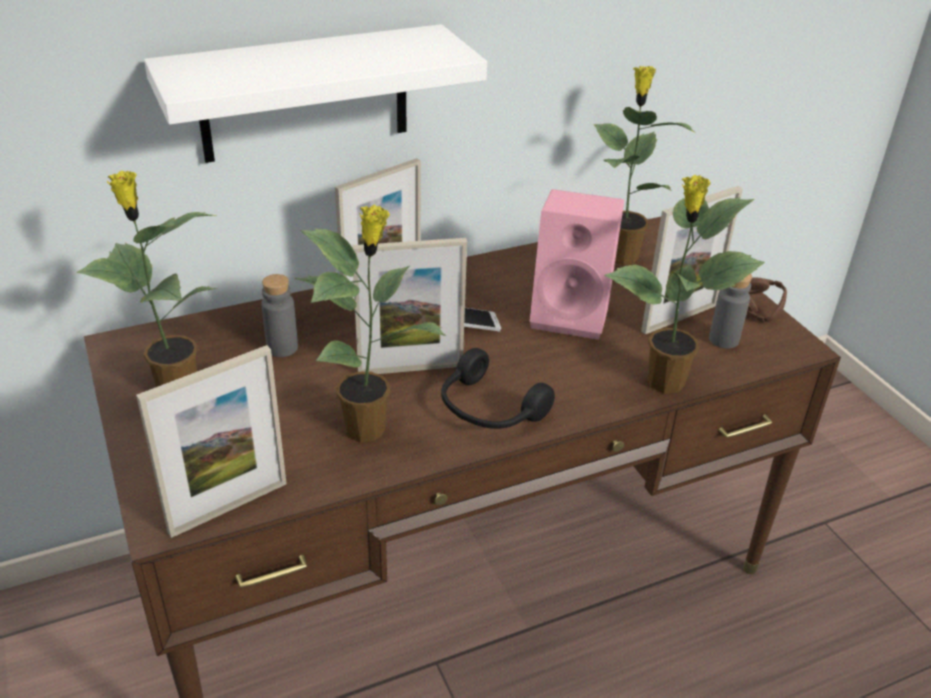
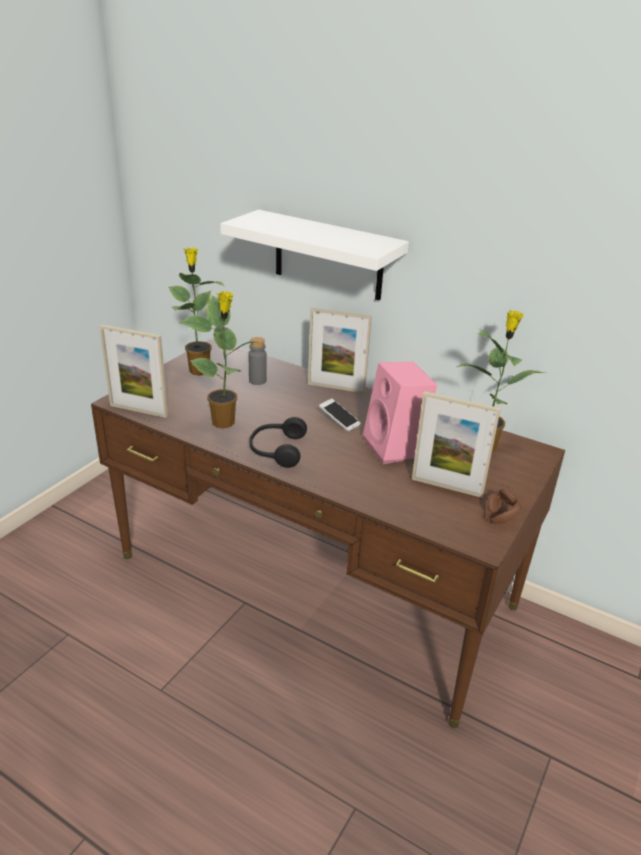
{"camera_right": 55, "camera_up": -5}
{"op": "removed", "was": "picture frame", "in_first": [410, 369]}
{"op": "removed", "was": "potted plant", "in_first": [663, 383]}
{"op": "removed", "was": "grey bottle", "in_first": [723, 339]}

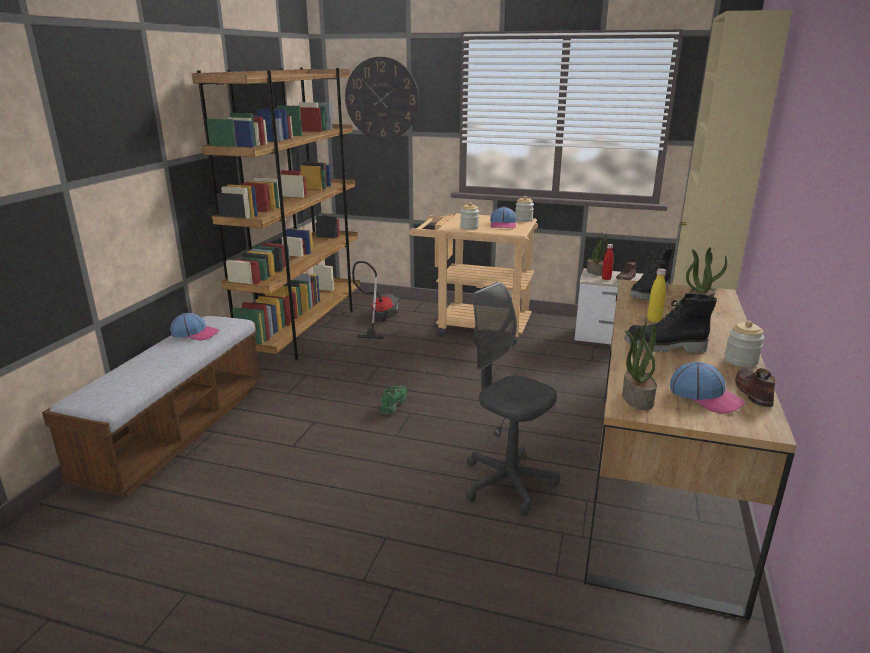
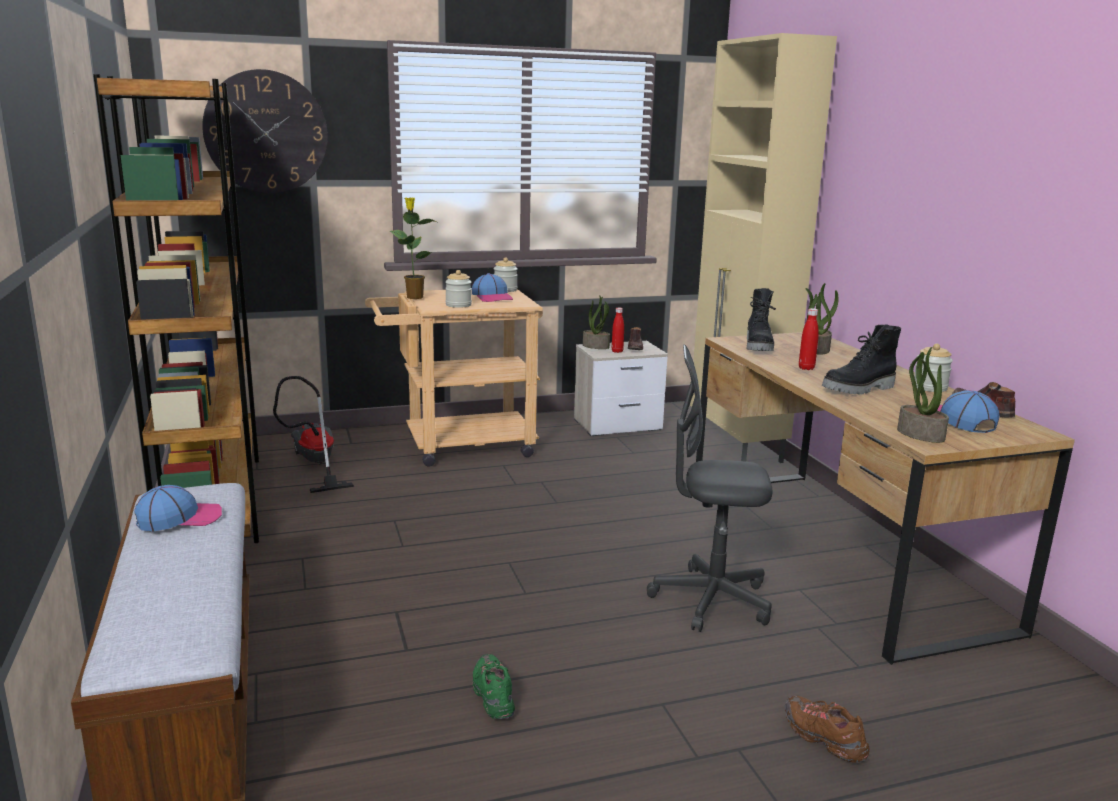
{"camera_right": -35, "camera_up": -5}
{"op": "moved", "was": "green shoe", "in_first": [393, 405], "in_second": [493, 695]}
{"op": "recoloured", "was": "yellow bottle", "now": "red bottle", "in_first": [654, 320], "in_second": [806, 368]}
{"op": "turned", "was": "cap", "in_first": [705, 396], "in_second": [960, 420], "clockwise": -120}
{"op": "added", "now": "potted plant", "in_second": [414, 297]}
{"op": "added", "now": "brown shoe", "in_second": [823, 738]}

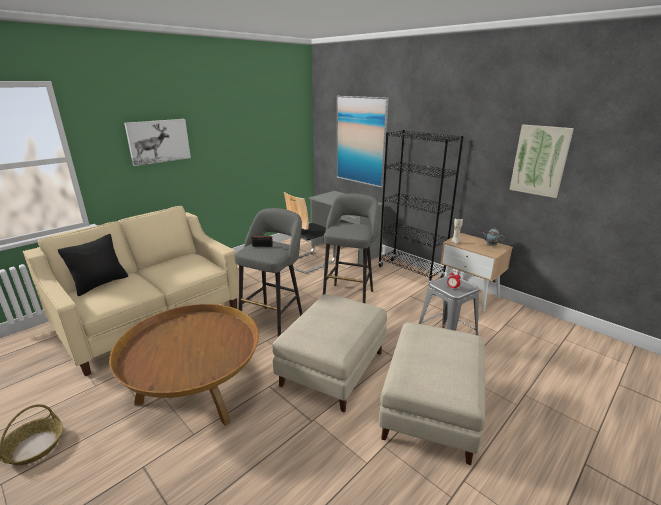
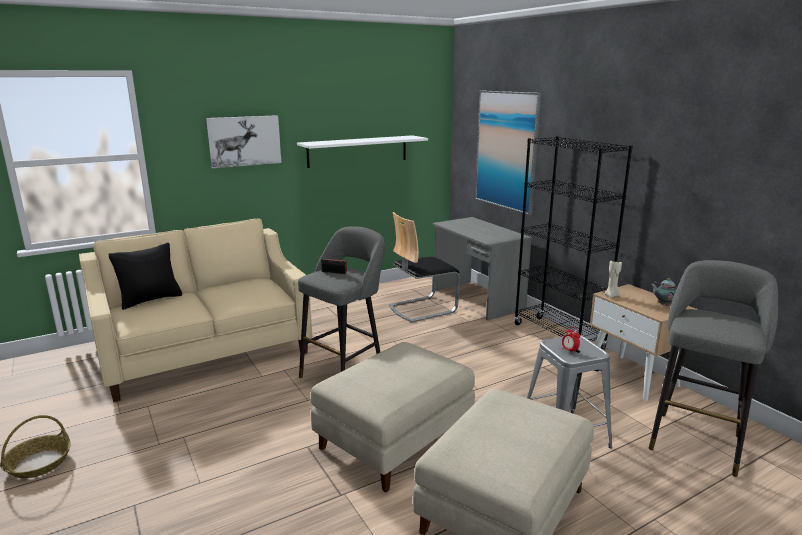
{"camera_right": 15, "camera_up": -5}
{"op": "removed", "was": "brown coffee table", "in_first": [197, 391]}
{"op": "moved", "was": "grey stool", "in_first": [349, 295], "in_second": [696, 439]}
{"op": "removed", "was": "picture", "in_first": [540, 160]}
{"op": "added", "now": "white shelf", "in_second": [358, 151]}

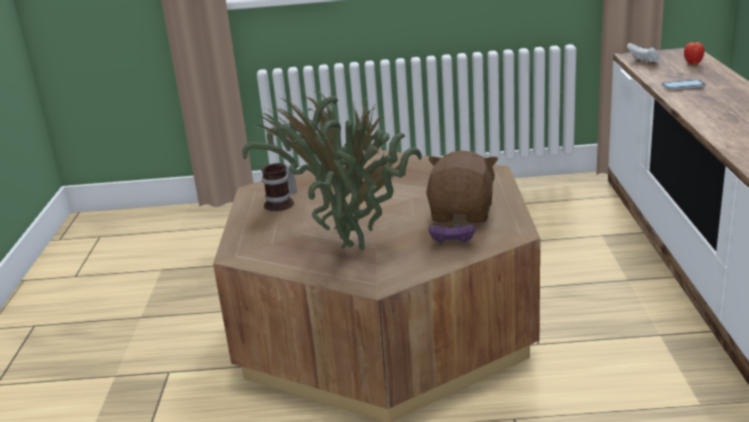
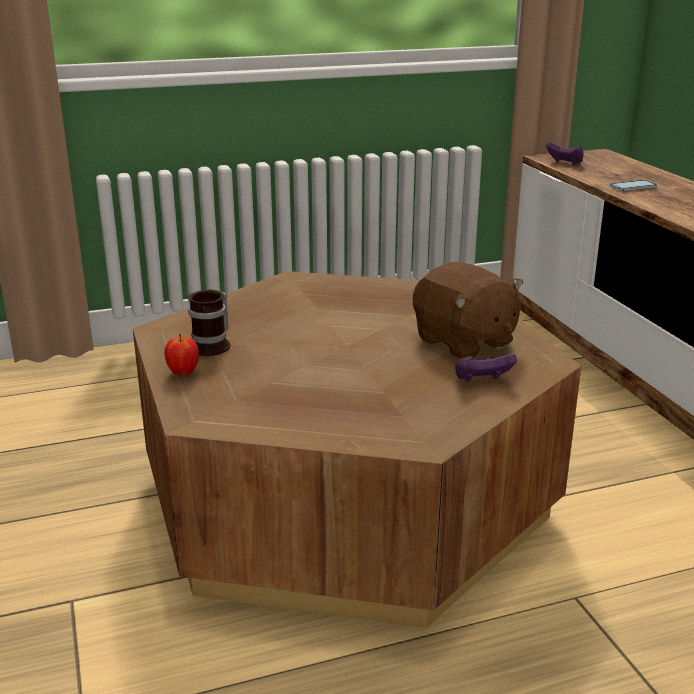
{"camera_right": -20, "camera_up": 0}
{"op": "removed", "was": "potted plant", "in_first": [348, 243]}
{"op": "turned", "was": "brown plush toy", "in_first": [462, 213], "in_second": [464, 342], "clockwise": 150}
{"op": "recoloured", "was": "white game controller", "now": "purple game controller", "in_first": [643, 61], "in_second": [565, 163]}
{"op": "moved", "was": "apple", "in_first": [693, 63], "in_second": [183, 372]}

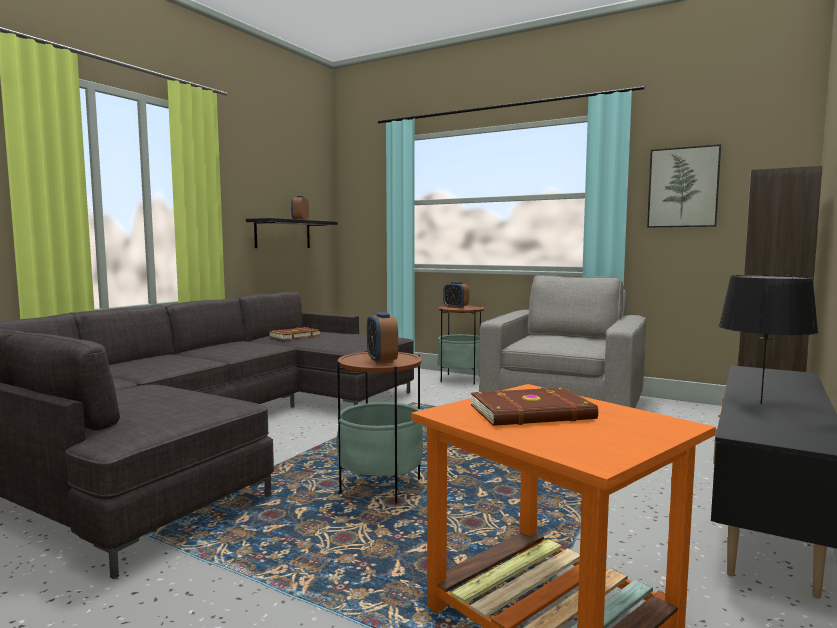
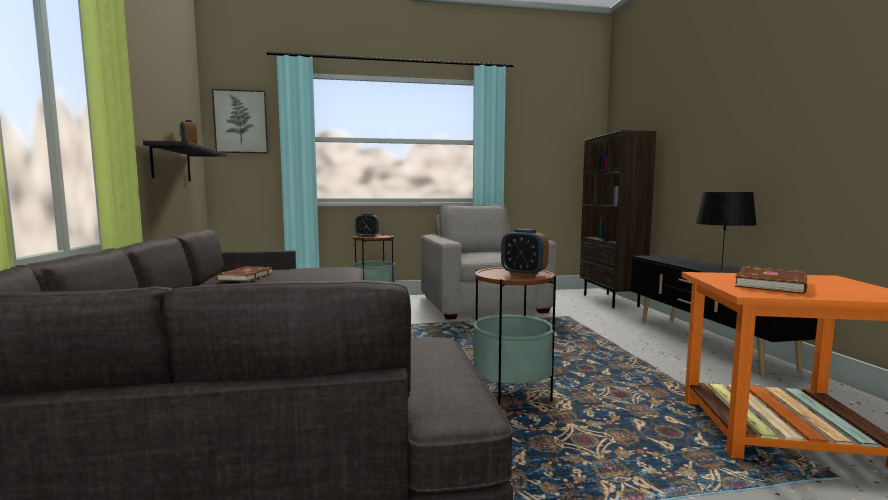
{"camera_right": -40, "camera_up": 0}
{"op": "moved", "was": "picture", "in_first": [683, 187], "in_second": [241, 122]}

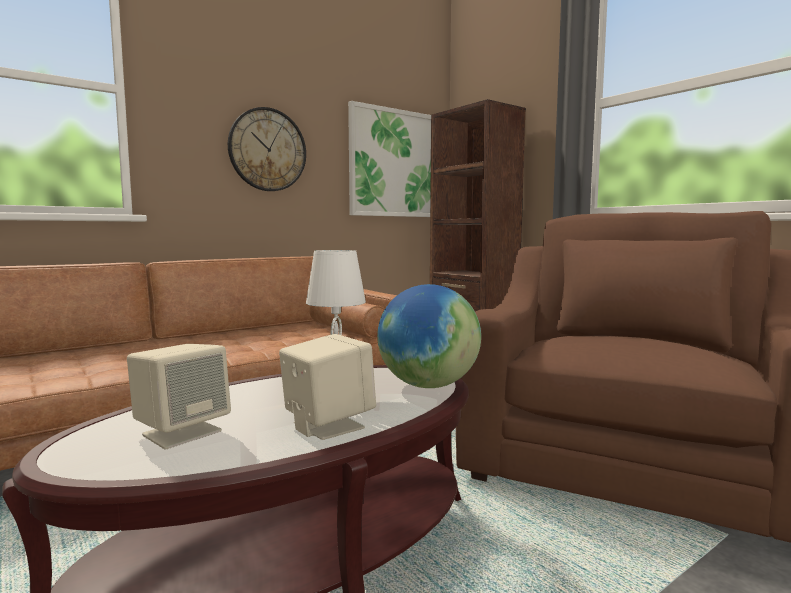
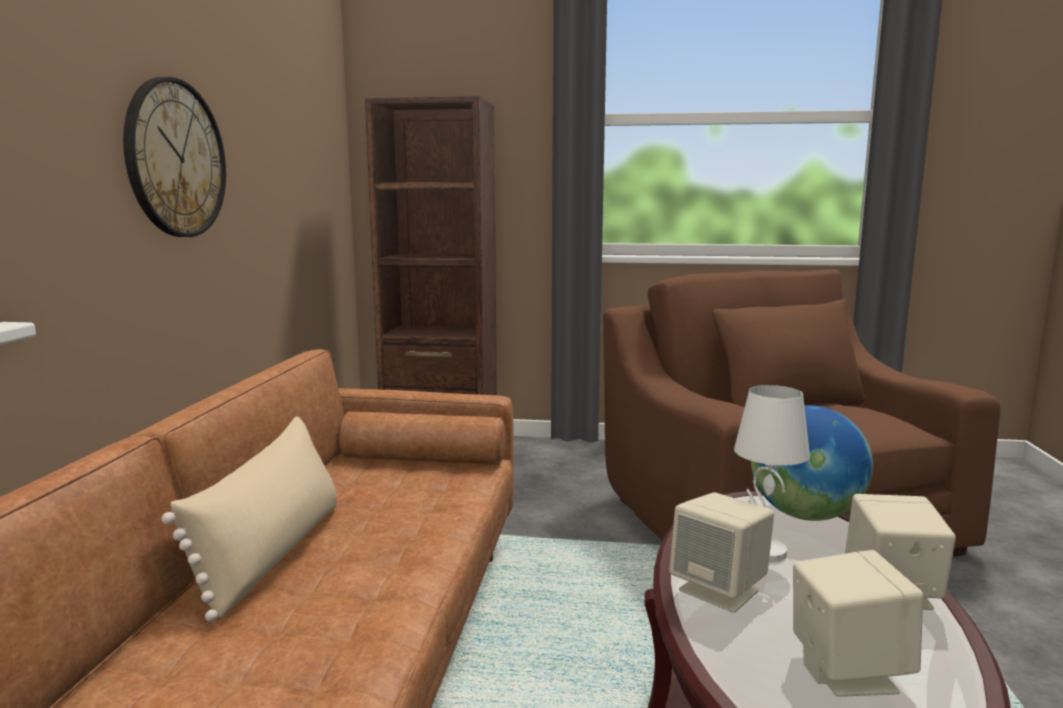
{"camera_right": -45, "camera_up": 5}
{"op": "removed", "was": "picture", "in_first": [393, 163]}
{"op": "added", "now": "beige pillow", "in_second": [273, 554]}
{"op": "added", "now": "beige speaker", "in_second": [720, 590]}

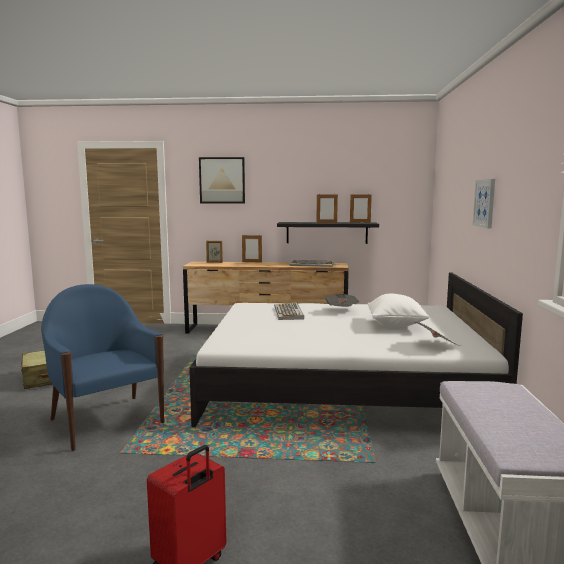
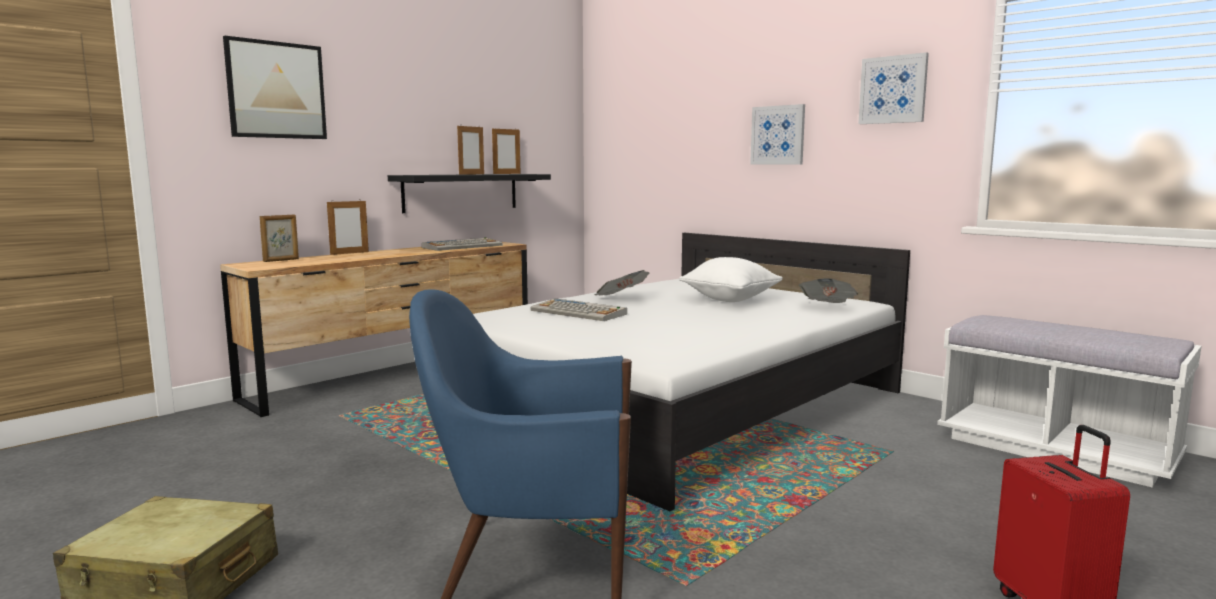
{"camera_right": -50, "camera_up": 0}
{"op": "added", "now": "picture", "in_second": [893, 89]}

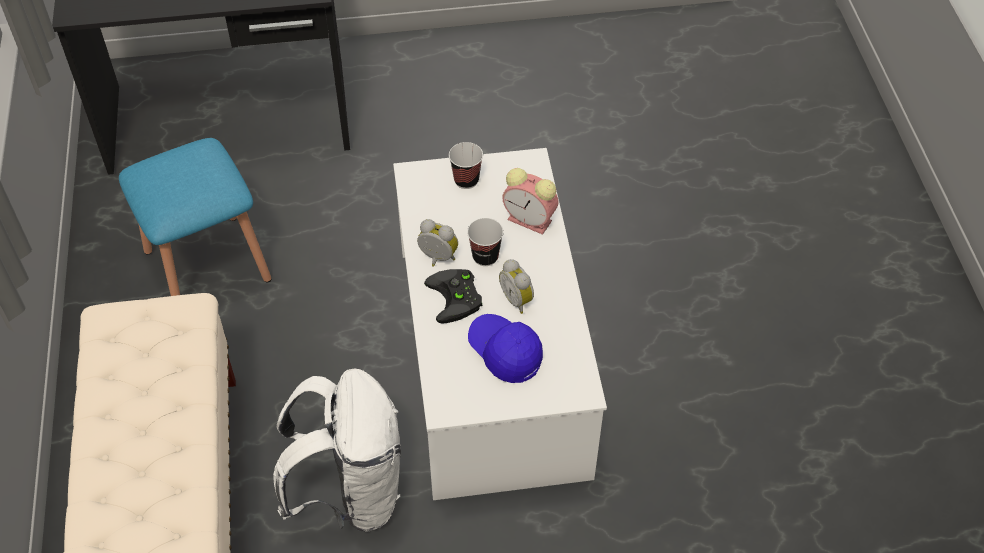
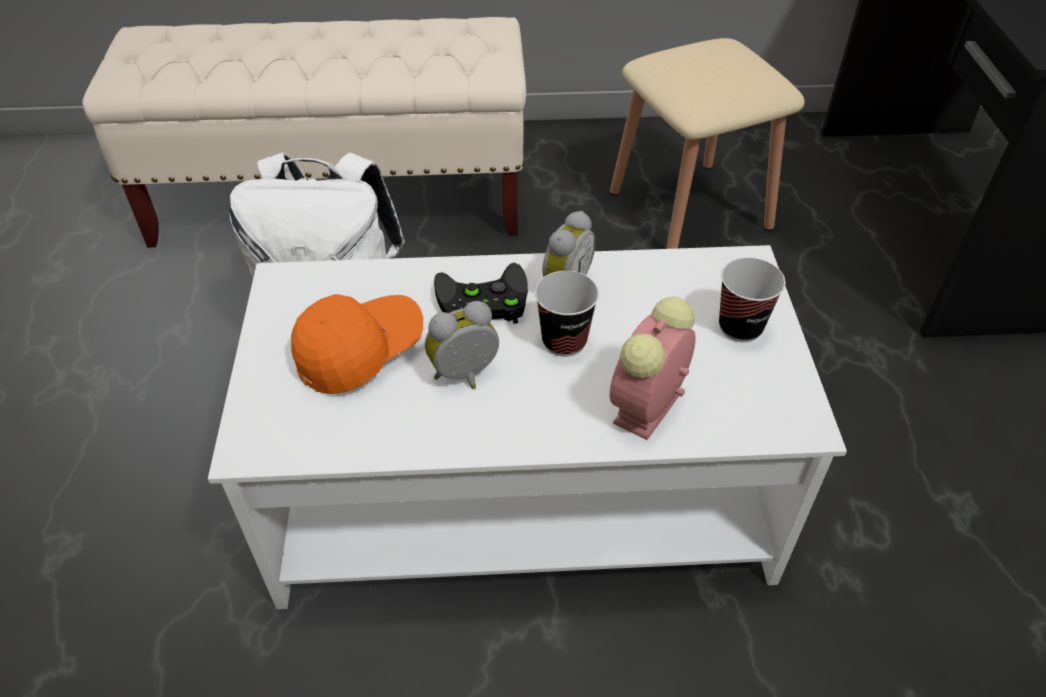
{"camera_right": 95, "camera_up": -5}
{"op": "recoloured", "was": "blue stool", "now": "beige stool", "in_first": [207, 265], "in_second": [689, 210]}
{"op": "recoloured", "was": "blue cap", "now": "orange cap", "in_first": [505, 353], "in_second": [360, 352]}

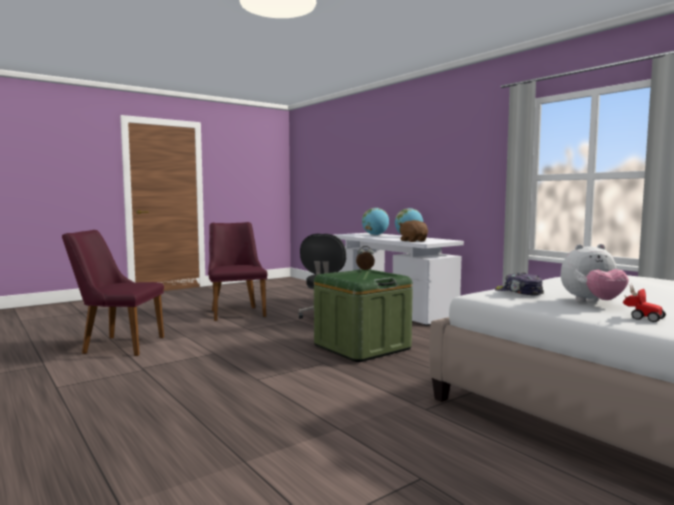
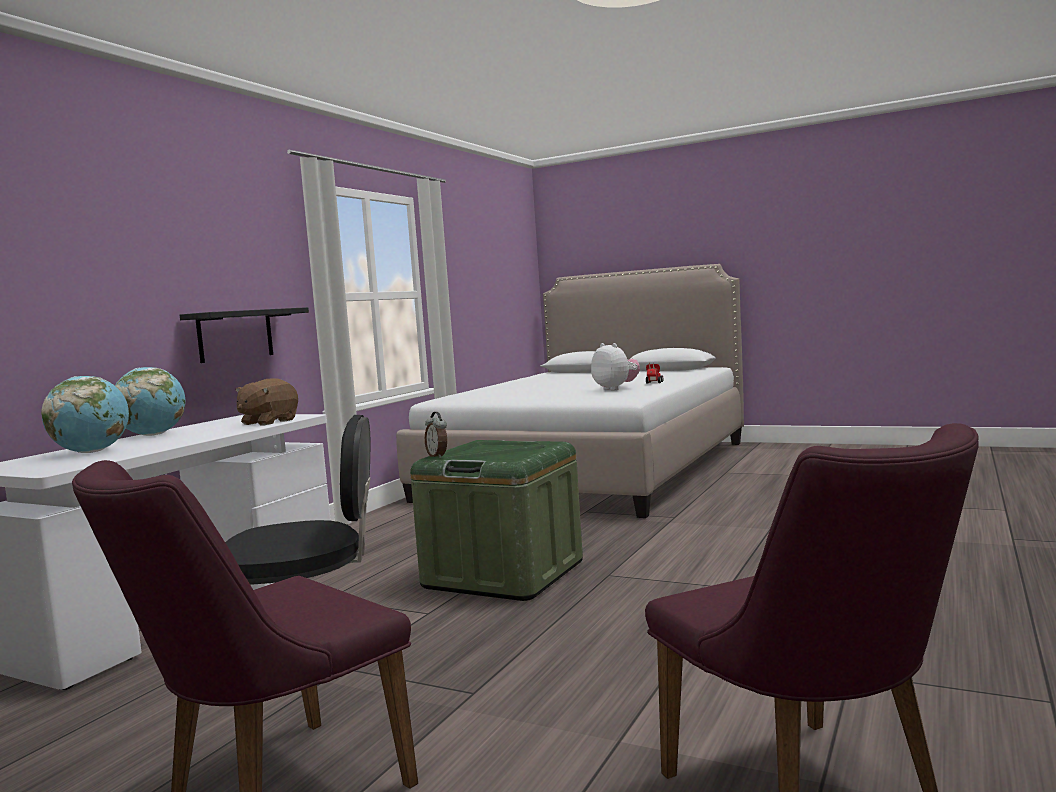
{"camera_right": -115, "camera_up": 0}
{"op": "removed", "was": "cap", "in_first": [518, 293]}
{"op": "added", "now": "black shelf", "in_second": [235, 335]}

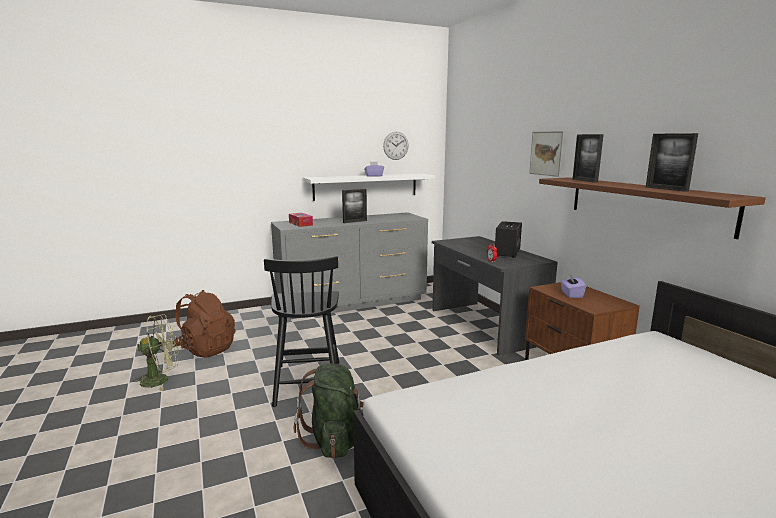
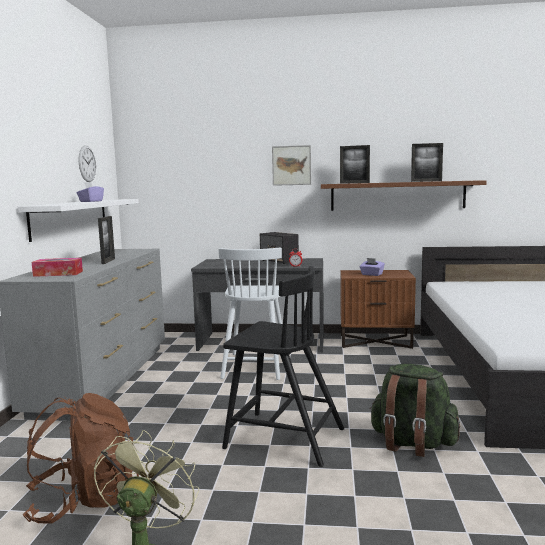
{"camera_right": -60, "camera_up": -5}
{"op": "added", "now": "white chair", "in_second": [255, 365]}

